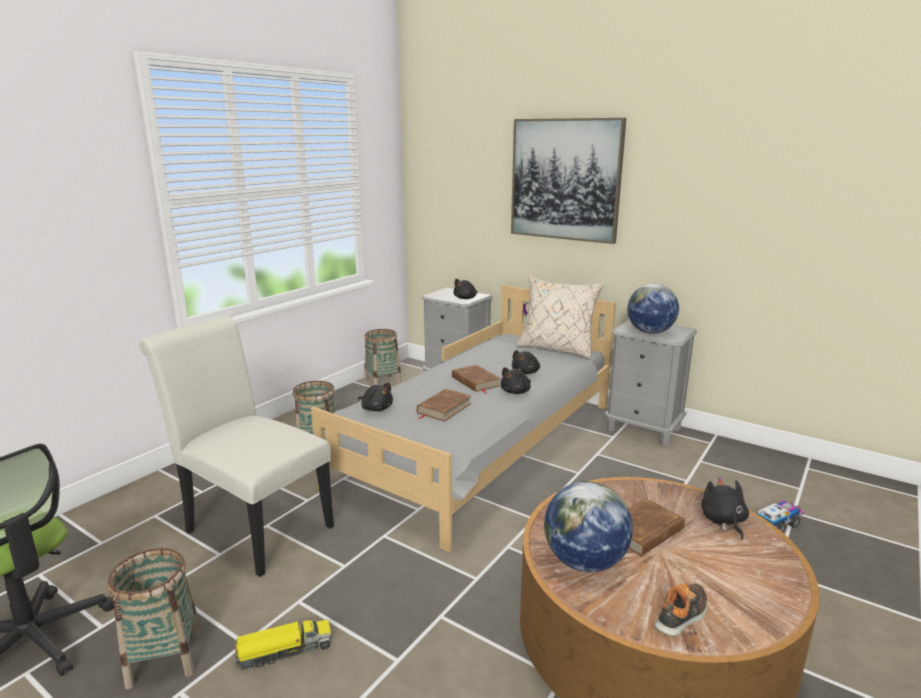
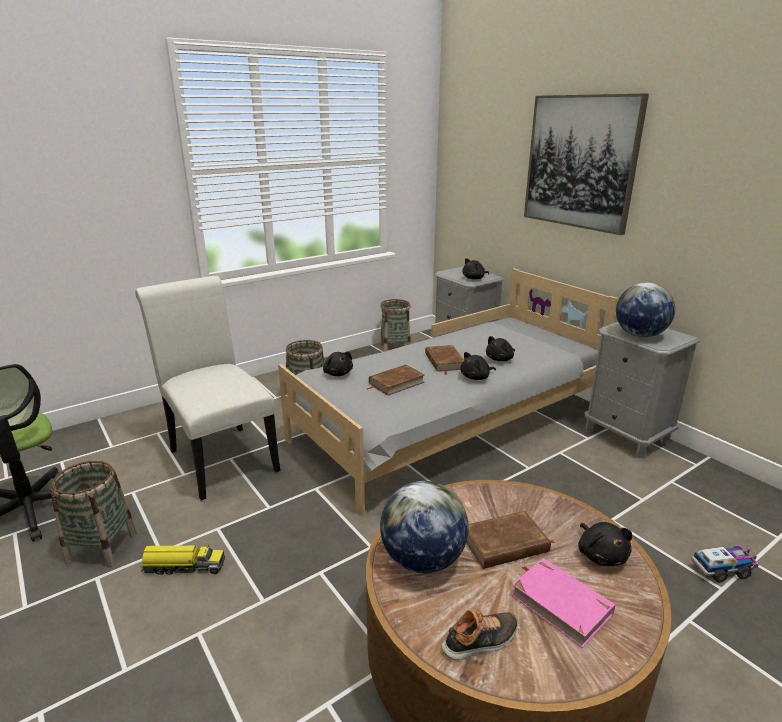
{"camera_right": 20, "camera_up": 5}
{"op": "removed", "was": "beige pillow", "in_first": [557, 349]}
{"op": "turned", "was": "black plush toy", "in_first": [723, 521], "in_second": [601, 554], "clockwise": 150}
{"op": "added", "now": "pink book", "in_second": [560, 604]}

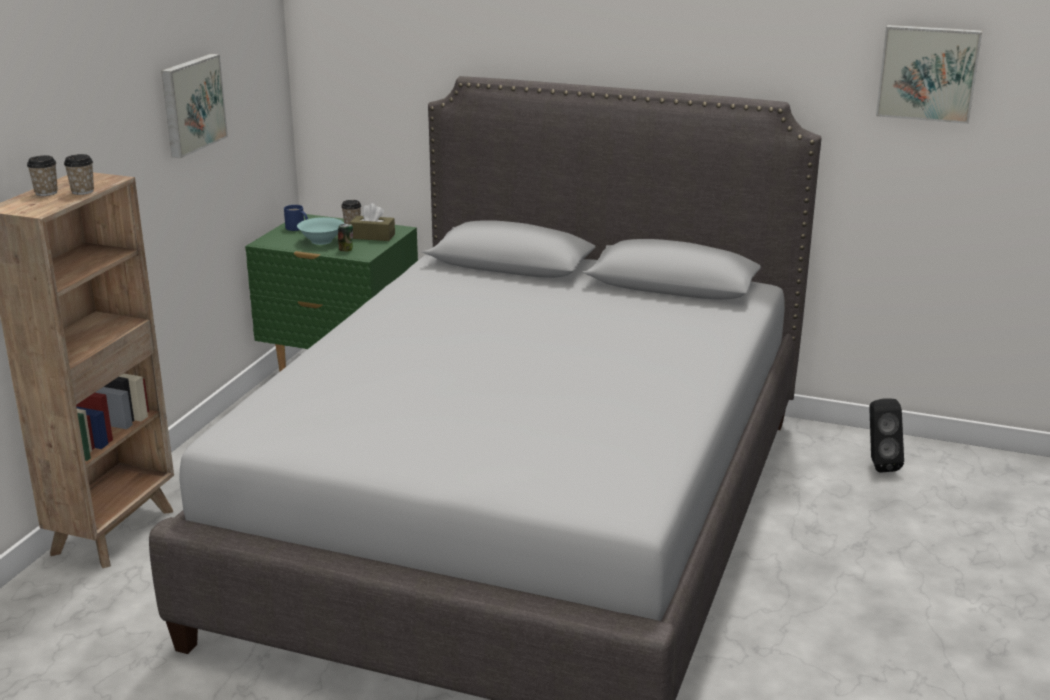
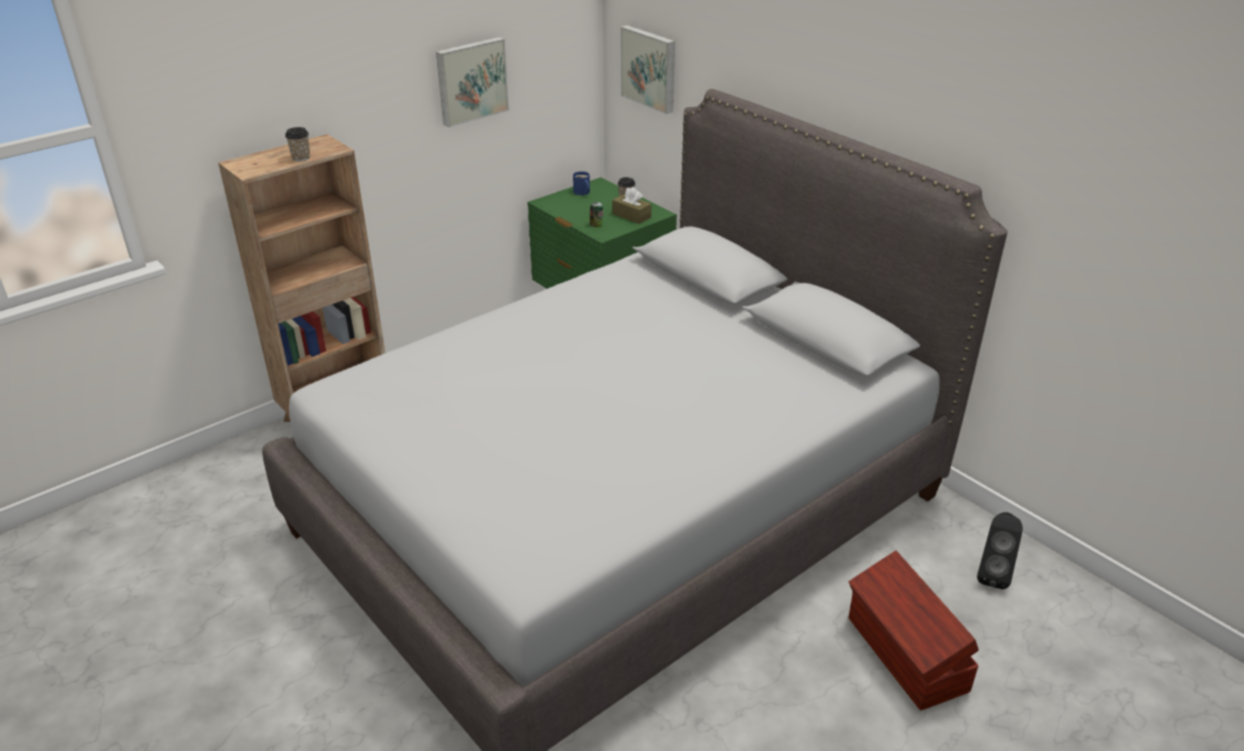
{"camera_right": 30, "camera_up": 10}
{"op": "removed", "was": "cup", "in_first": [46, 192]}
{"op": "removed", "was": "turquoise bowl", "in_first": [322, 241]}
{"op": "moved", "was": "picture", "in_first": [928, 73], "in_second": [650, 68]}
{"op": "added", "now": "brown storage box", "in_second": [905, 655]}

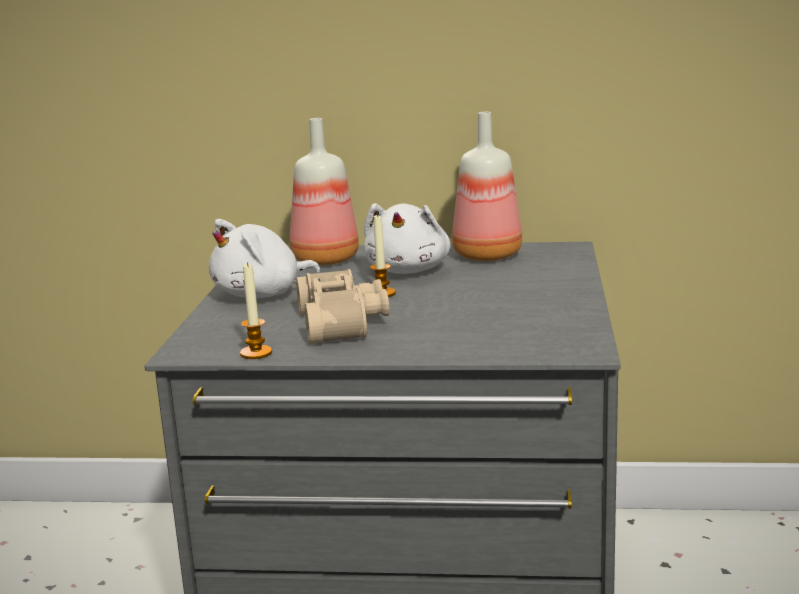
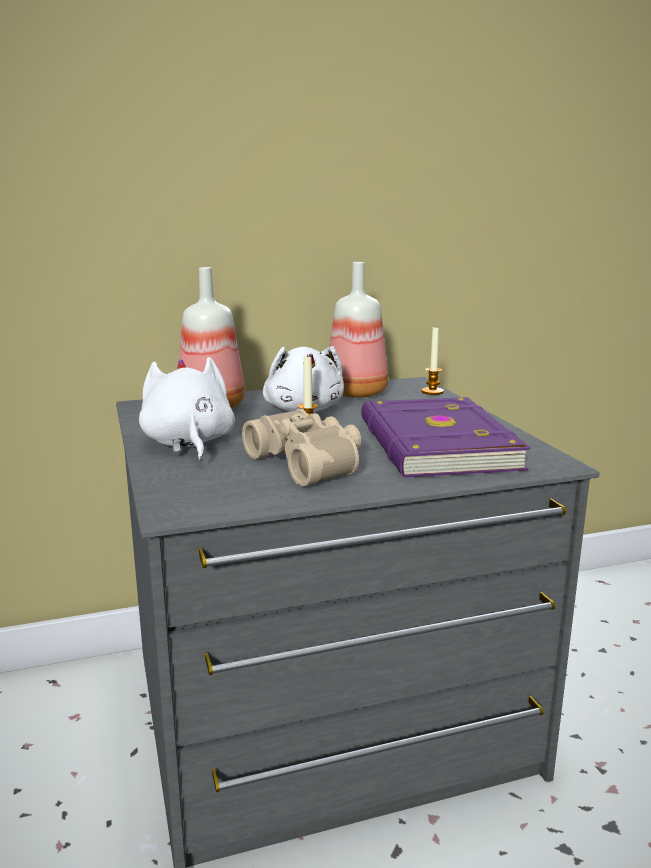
{"camera_right": -25, "camera_up": 0}
{"op": "turned", "was": "white plush toy", "in_first": [262, 294], "in_second": [188, 443], "clockwise": 135}
{"op": "moved", "was": "candle", "in_first": [256, 353], "in_second": [432, 392]}
{"op": "added", "now": "purple book", "in_second": [433, 444]}

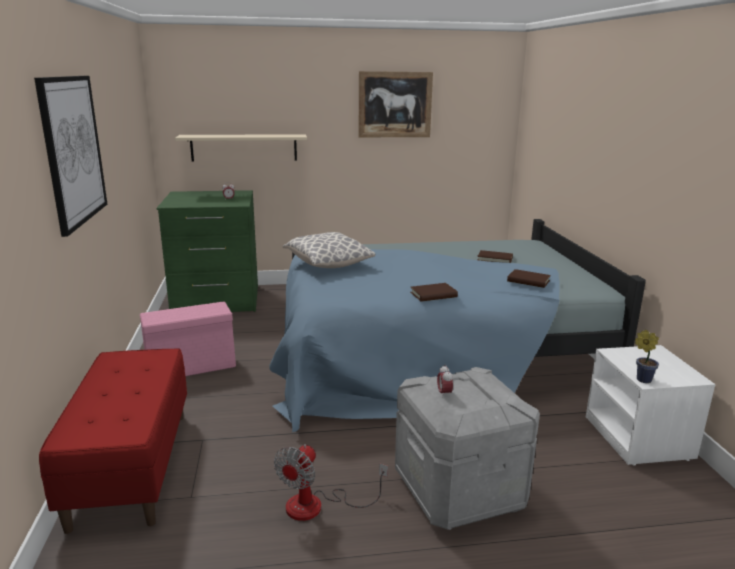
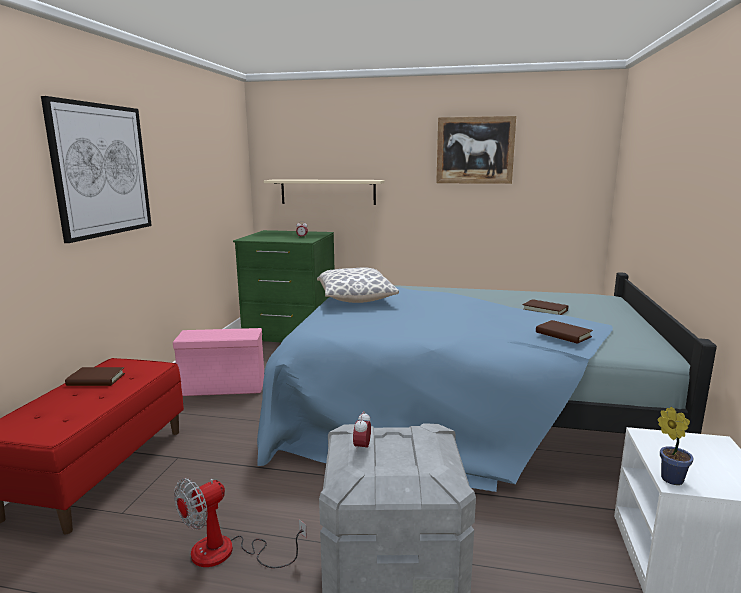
{"camera_right": 20, "camera_up": -5}
{"op": "moved", "was": "brown book", "in_first": [433, 295], "in_second": [96, 379]}

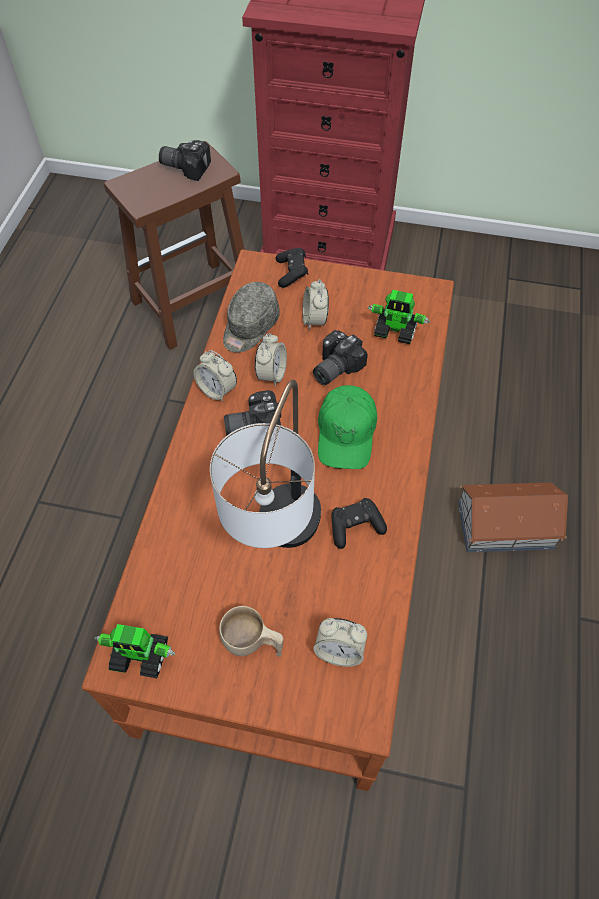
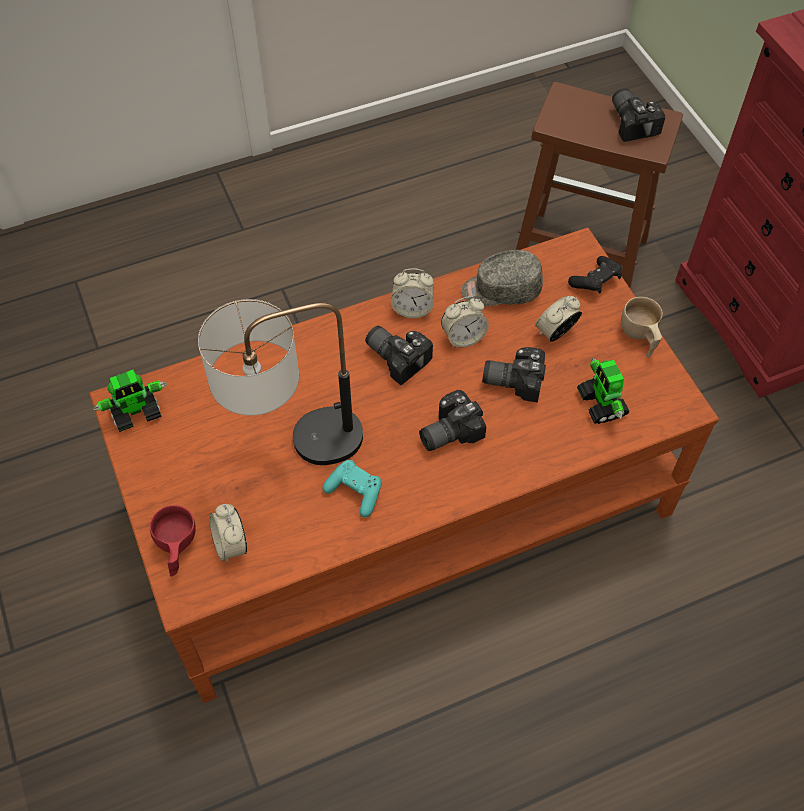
{"camera_right": 55, "camera_up": 0}
{"op": "turned", "was": "toy robot", "in_first": [141, 656], "in_second": [136, 412], "clockwise": -90}
{"op": "turned", "was": "alarm clock", "in_first": [217, 390], "in_second": [412, 309], "clockwise": -90}
{"op": "moved", "was": "beige cup", "in_first": [252, 643], "in_second": [639, 337]}
{"op": "replaced", "was": "green cap", "now": "photo camera", "in_first": [346, 433], "in_second": [447, 431]}
{"op": "recoloured", "was": "black game controller", "now": "turquoise game controller", "in_first": [355, 527], "in_second": [355, 492]}
{"op": "removed", "was": "toy house", "in_first": [506, 525]}
{"op": "added", "now": "red cup", "in_second": [176, 548]}

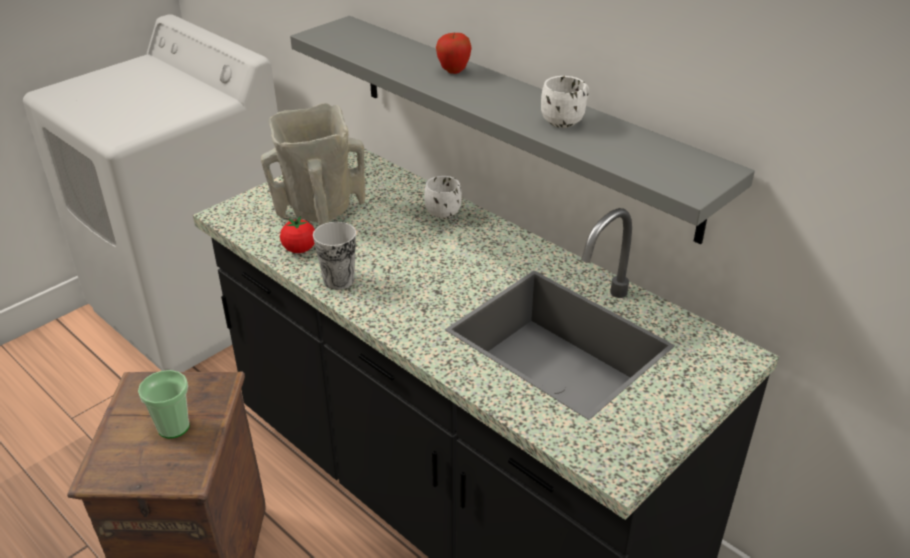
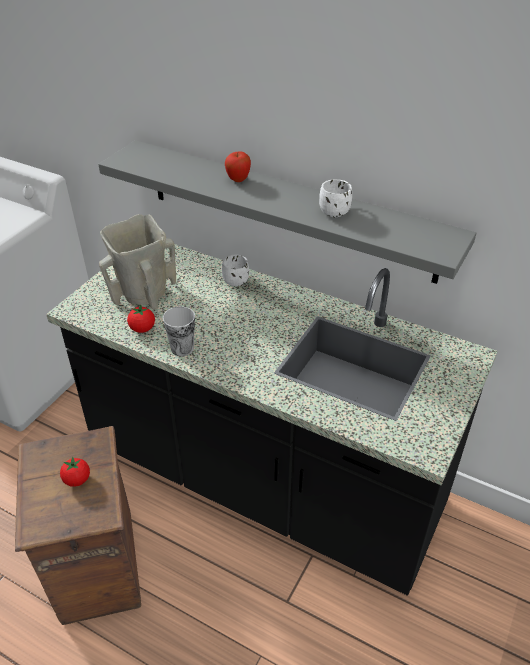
{"camera_right": -15, "camera_up": 5}
{"op": "replaced", "was": "cup", "now": "tomato", "in_first": [173, 427], "in_second": [77, 480]}

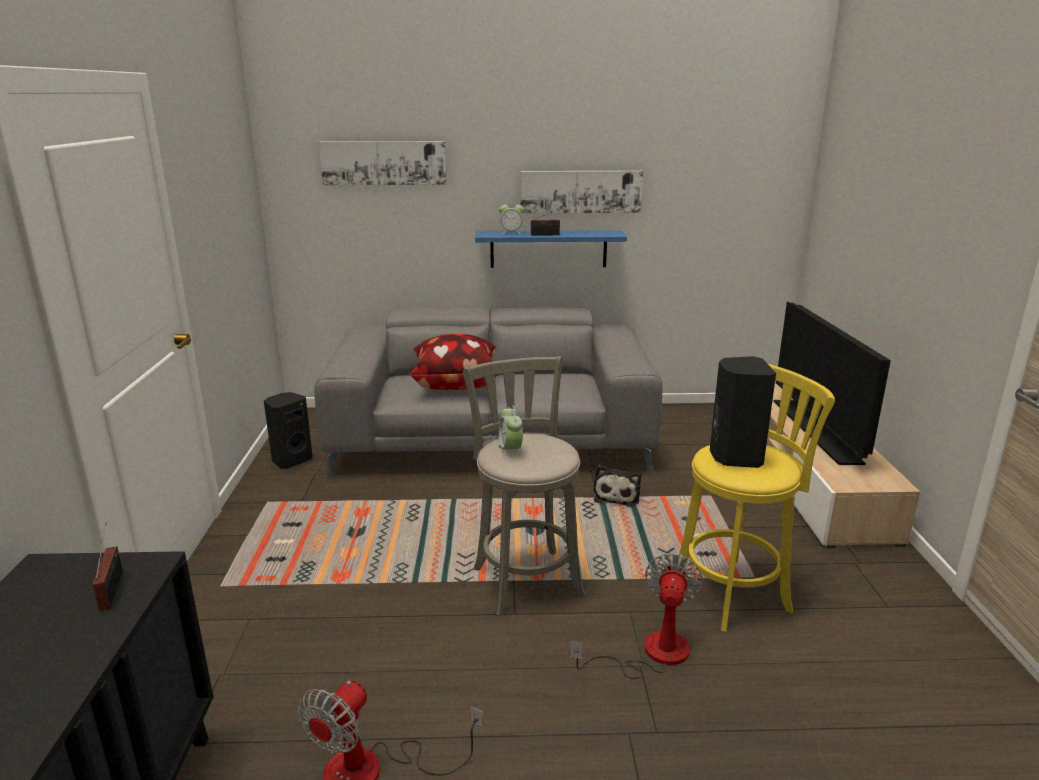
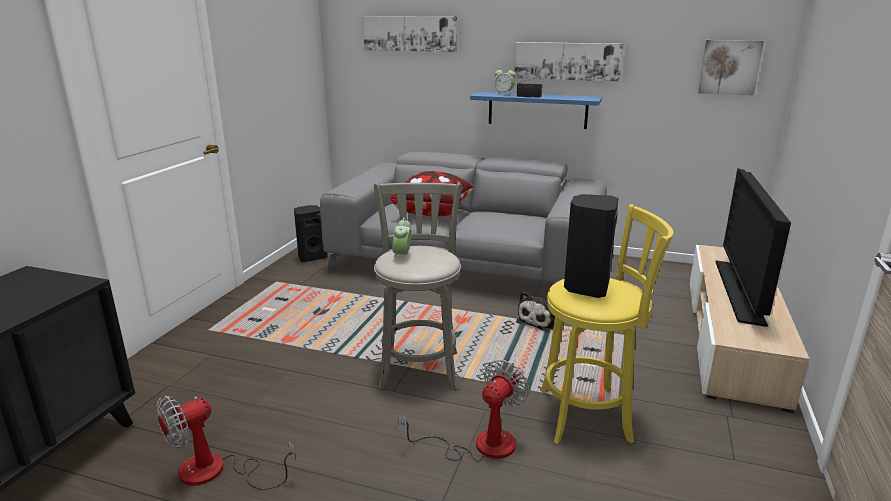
{"camera_right": 20, "camera_up": 0}
{"op": "removed", "was": "radio", "in_first": [113, 589]}
{"op": "added", "now": "picture", "in_second": [729, 67]}

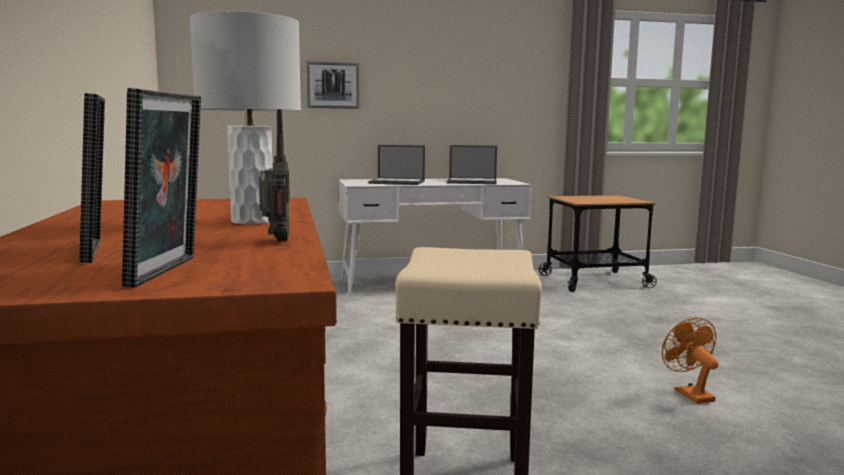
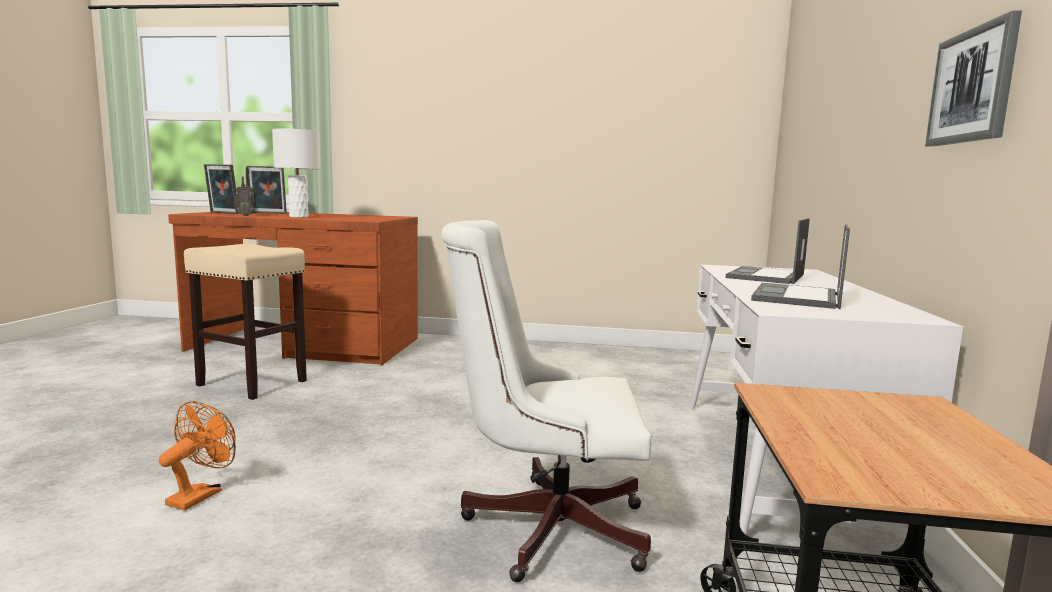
{"camera_right": 110, "camera_up": 0}
{"op": "moved", "was": "picture", "in_first": [333, 85], "in_second": [972, 86]}
{"op": "turned", "was": "orange fan", "in_first": [689, 393], "in_second": [200, 495], "clockwise": -75}
{"op": "added", "now": "white office chair", "in_second": [544, 526]}

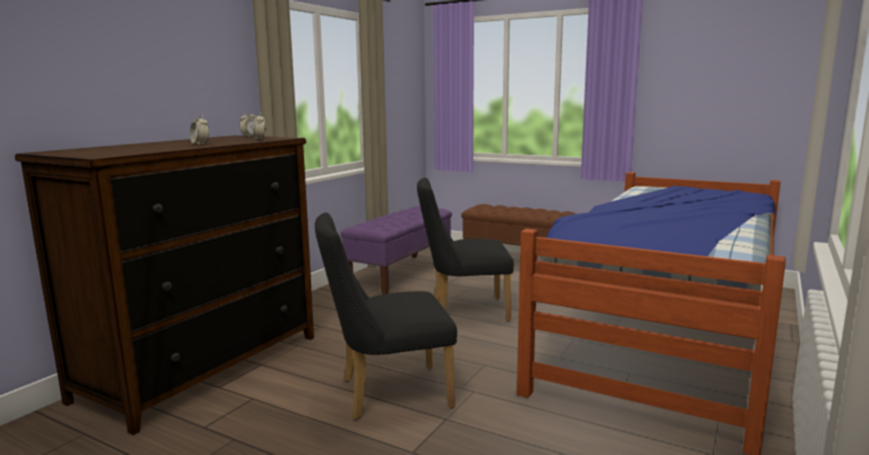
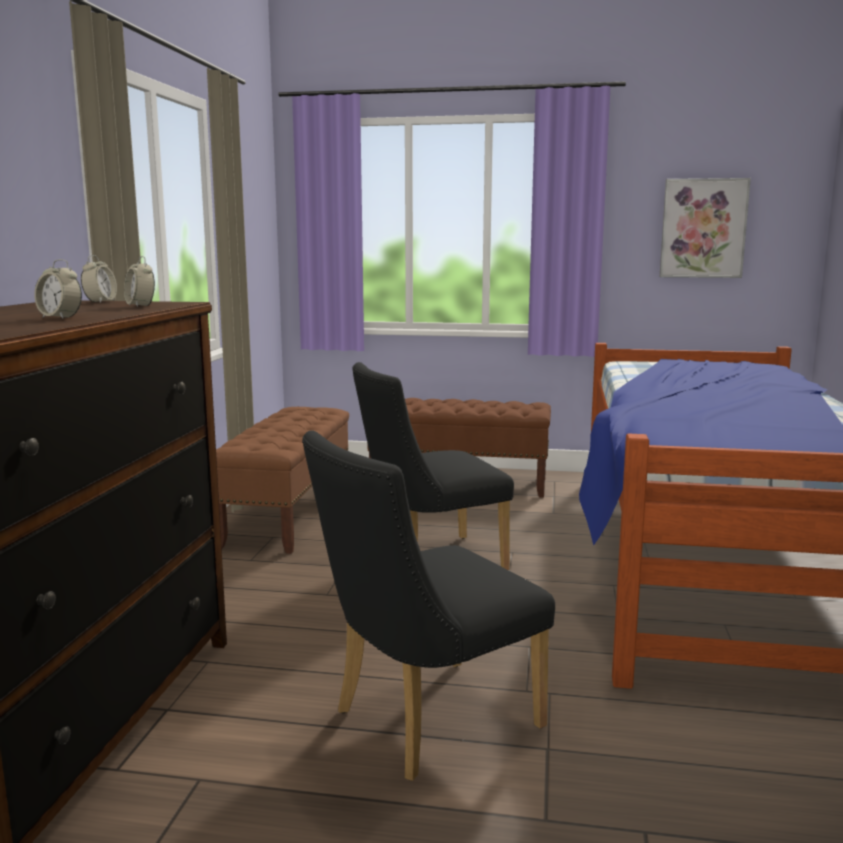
{"camera_right": -20, "camera_up": 0}
{"op": "recoloured", "was": "purple bench", "now": "brown bench", "in_first": [401, 274], "in_second": [288, 515]}
{"op": "added", "now": "picture", "in_second": [703, 228]}

